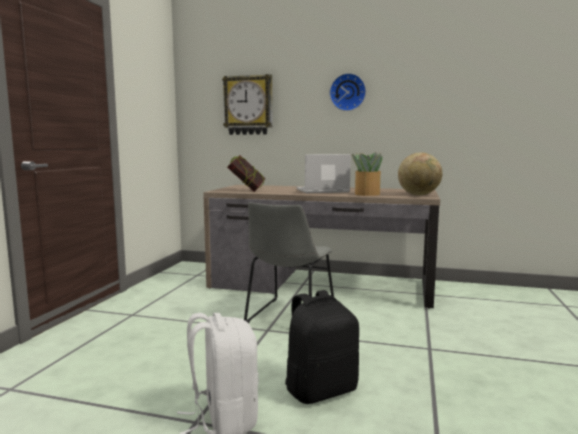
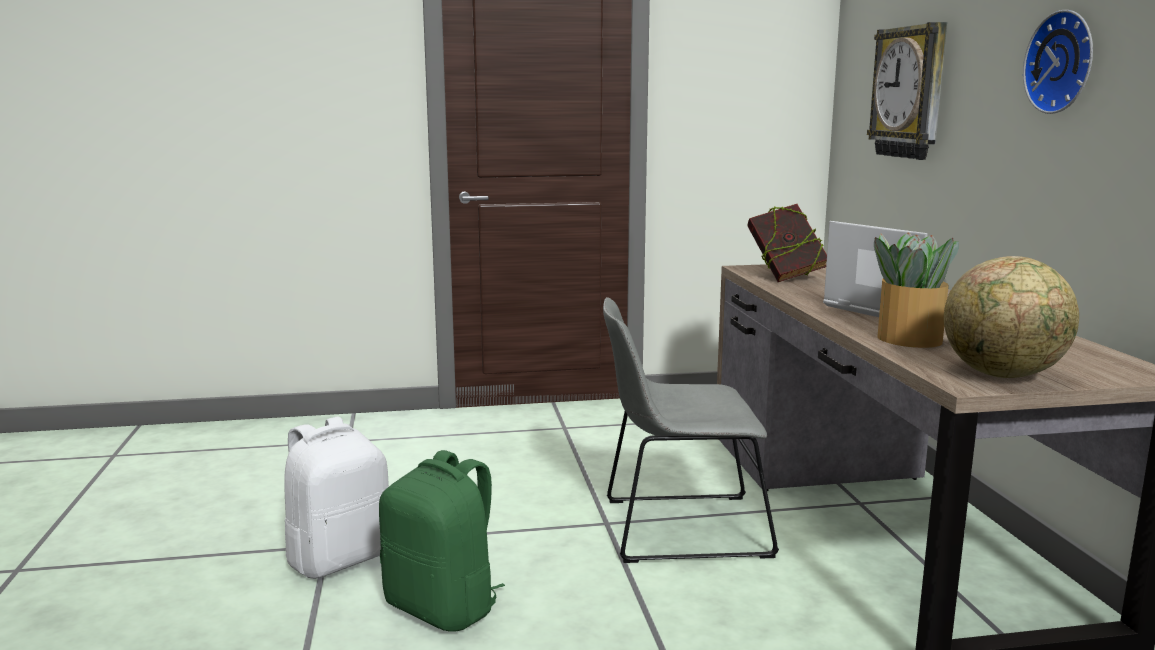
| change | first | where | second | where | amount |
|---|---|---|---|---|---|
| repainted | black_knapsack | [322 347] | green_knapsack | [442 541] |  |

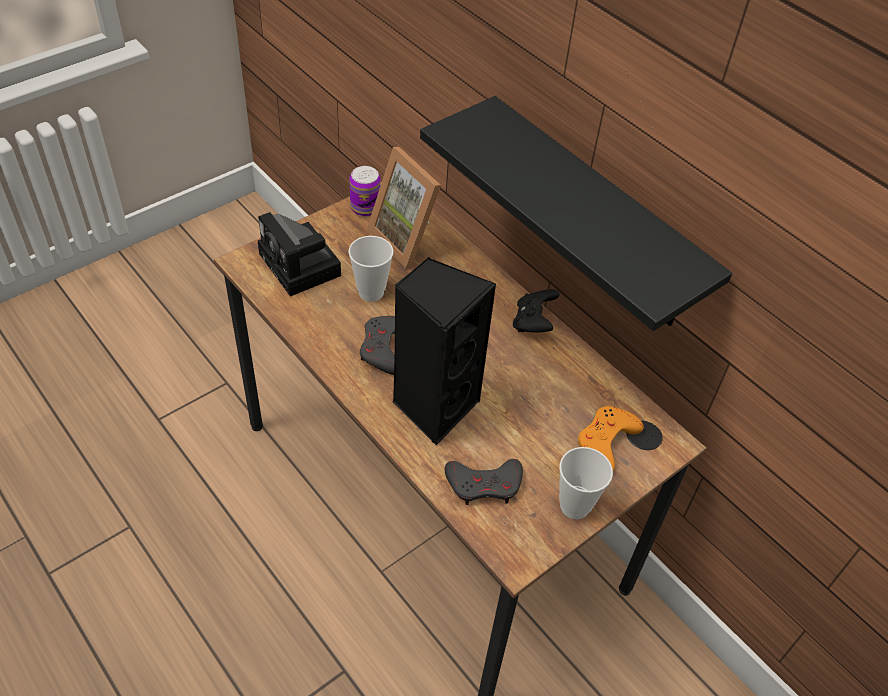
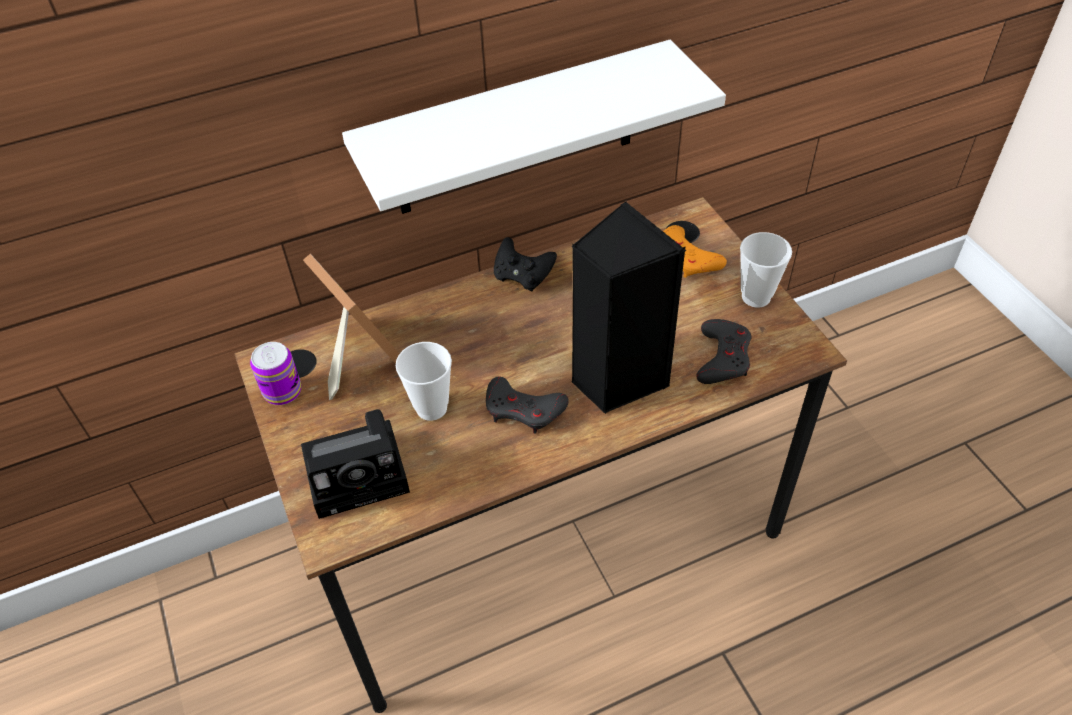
| change | first | where | second | where | amount |
|---|---|---|---|---|---|
| rotated | picture_frame | [404 208] |  | [351 327] | 105 degrees counterclockwise |
| repainted | black_shelf | [576 213] | white_shelf | [534 127] |  |

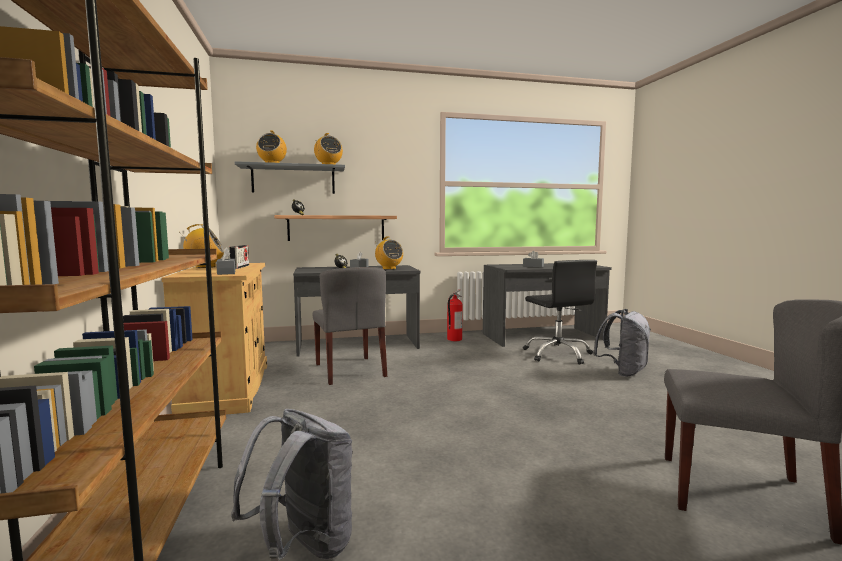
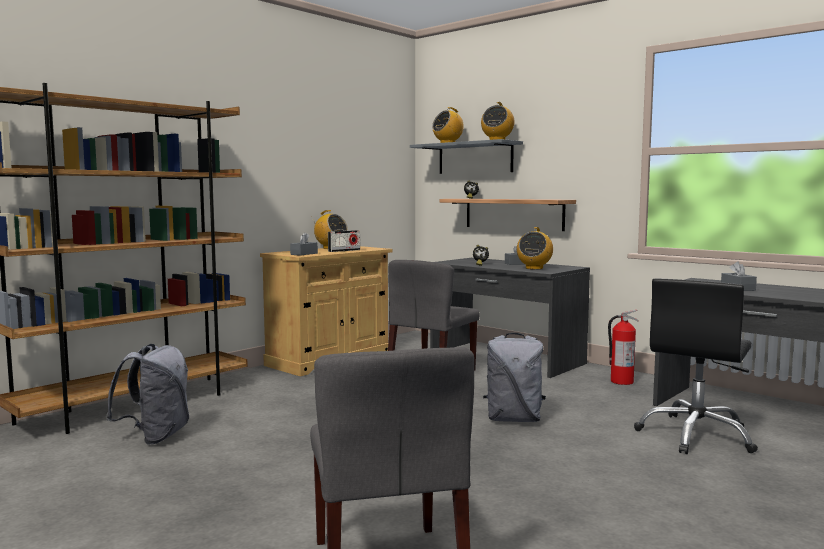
| change | first | where | second | where | amount |
|---|---|---|---|---|---|
| shifted | gray_knapsack | [622 343] |  | [514 377] |  |

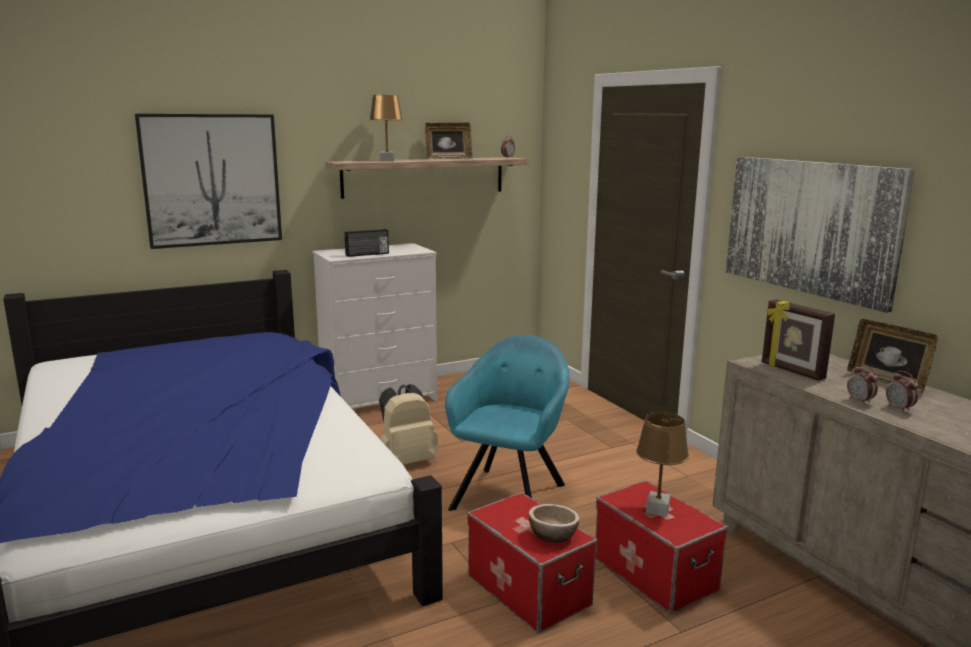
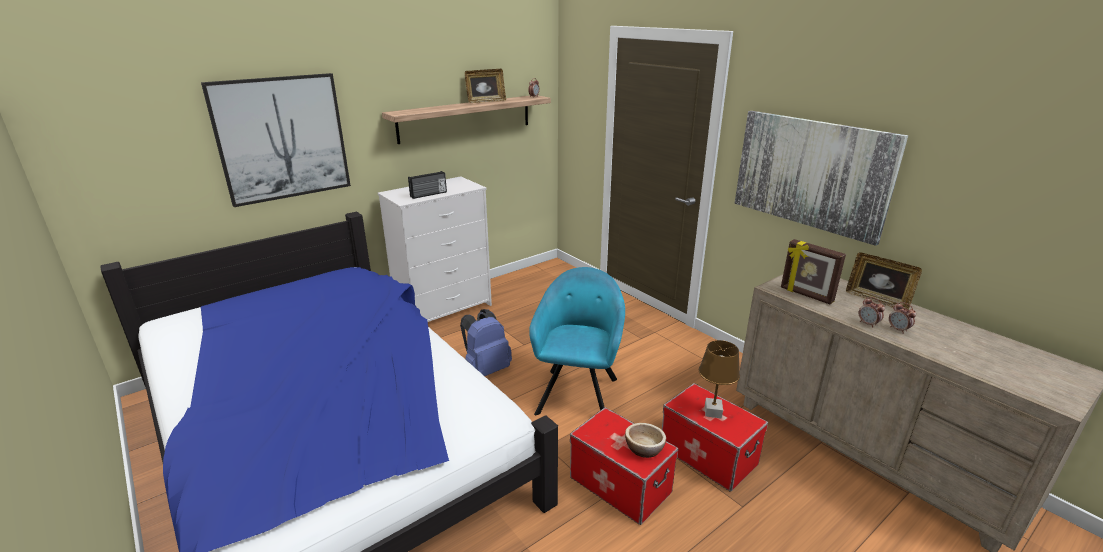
| change | first | where | second | where | amount |
|---|---|---|---|---|---|
| repainted | beige_knapsack | [408 424] | bluish_knapsack | [486 342] |  |
| gone | brown_table_lamp | [386 128] |  |  |  |

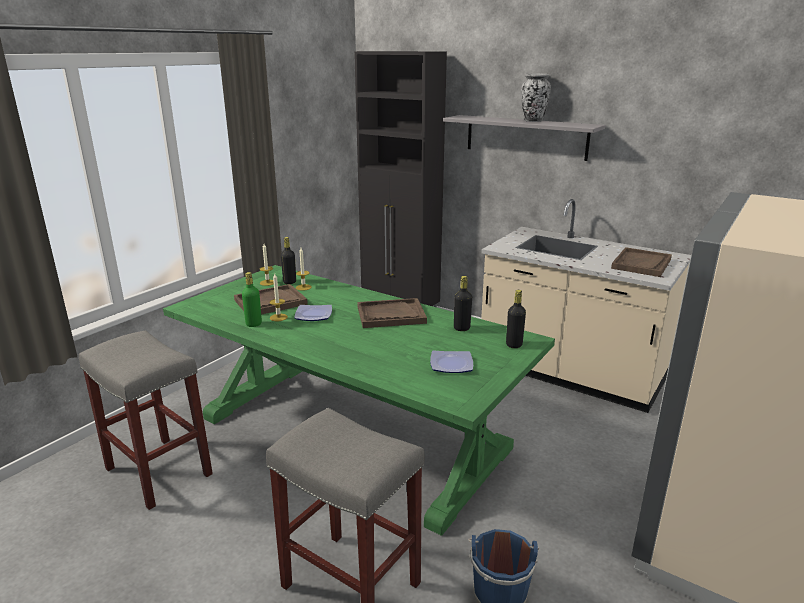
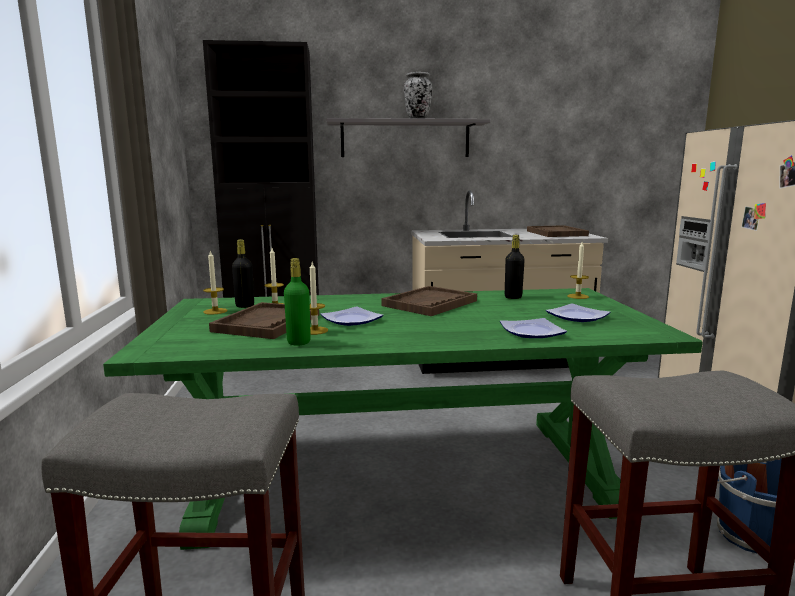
| change | first | where | second | where | amount |
|---|---|---|---|---|---|
| new |  |  | dinner_plate | [533 328] |  |
| swapped | black_bottle | [516 319] | candle | [578 270] |  |

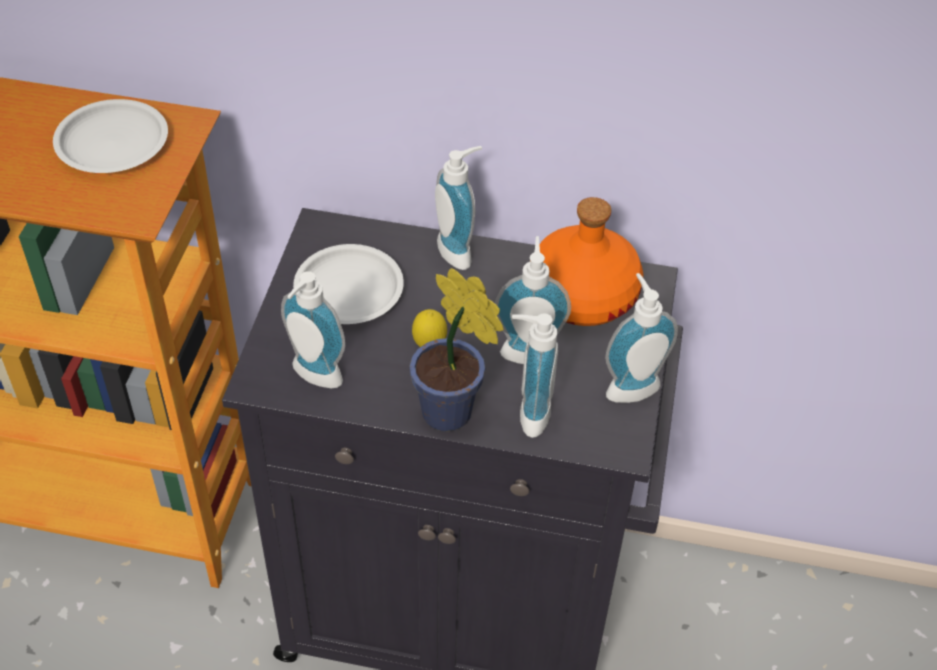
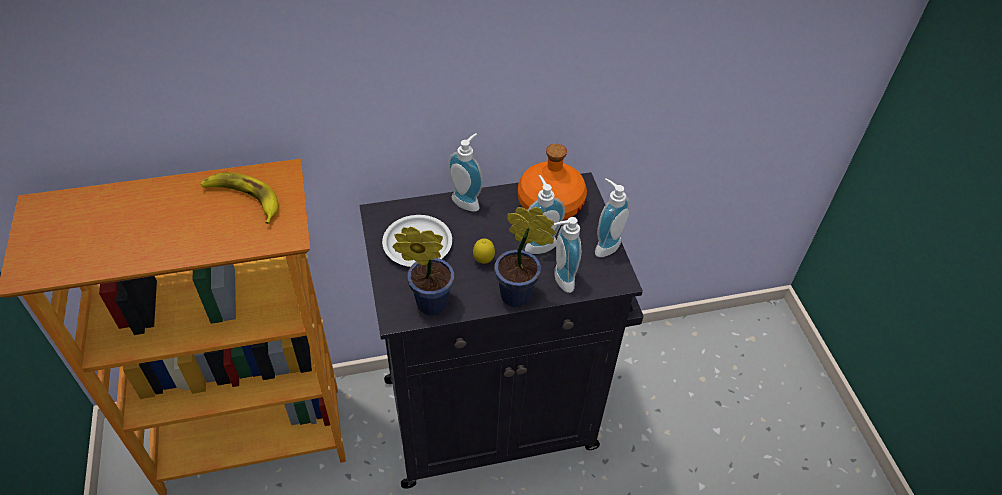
| change | first | where | second | where | amount |
|---|---|---|---|---|---|
| swapped | white_dinner_plate | [110 136] | banana_fruit | [240 198] |  |
| swapped | soap_dispenser | [313 330] | plant_in_a_pot | [423 271] |  |

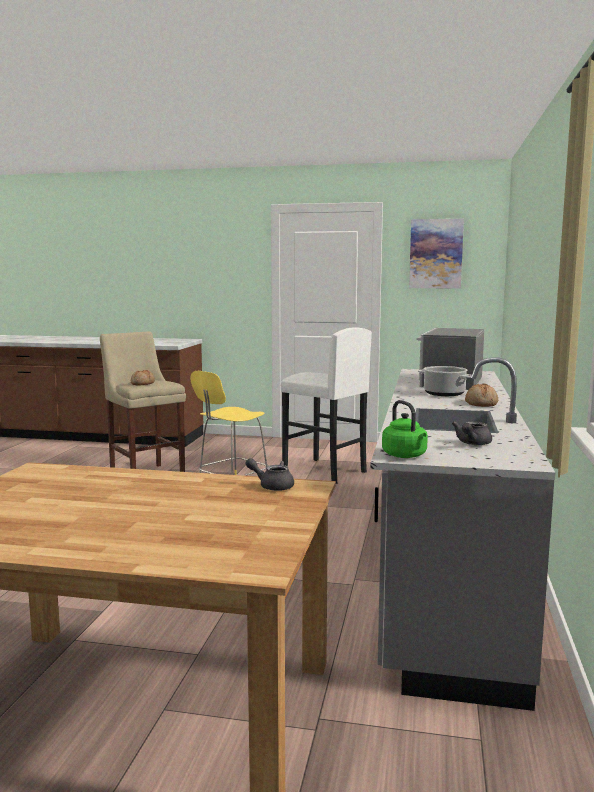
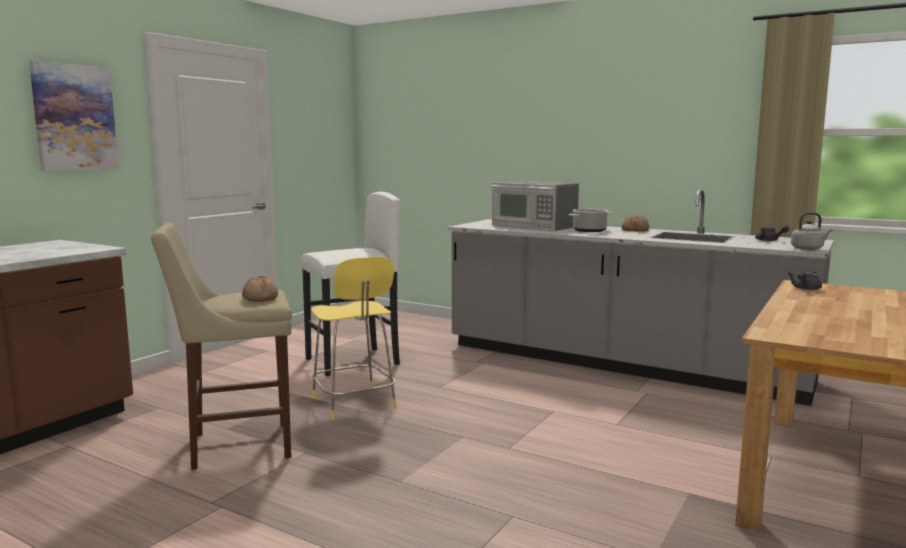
| change | first | where | second | where | amount |
|---|---|---|---|---|---|
| shifted | picture | [436 253] |  | [74 115] |  |
| repainted | green_water_kettle | [405 429] | gray_water_kettle | [811 231] |  |

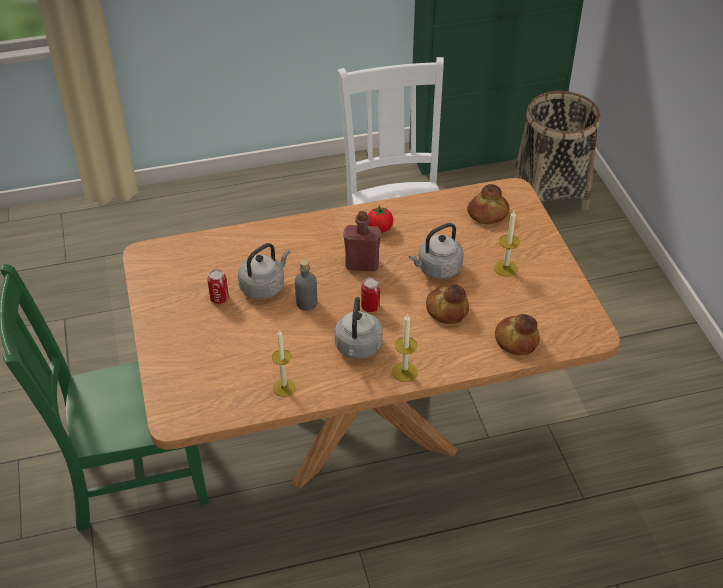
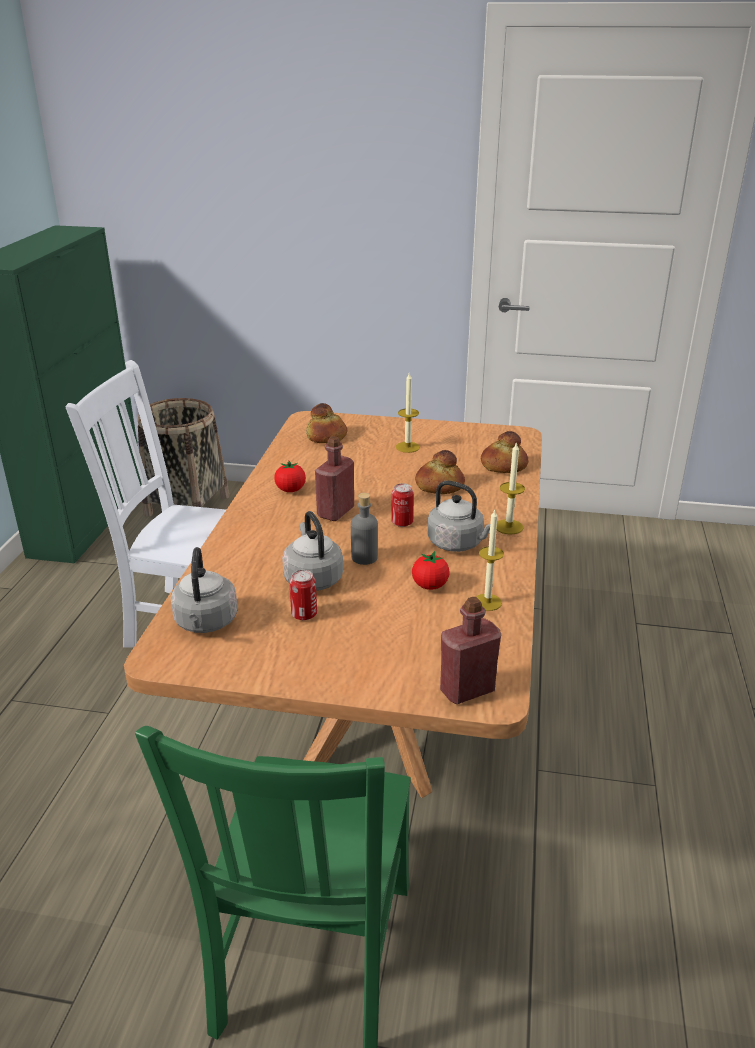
| change | first | where | second | where | amount |
|---|---|---|---|---|---|
| shifted | gray_water_kettle | [436 251] |  | [204 590] |  |
| new |  |  | whole_tomato | [431 570] |  |
| new |  |  | red-coloured_bottle | [470 650] |  |

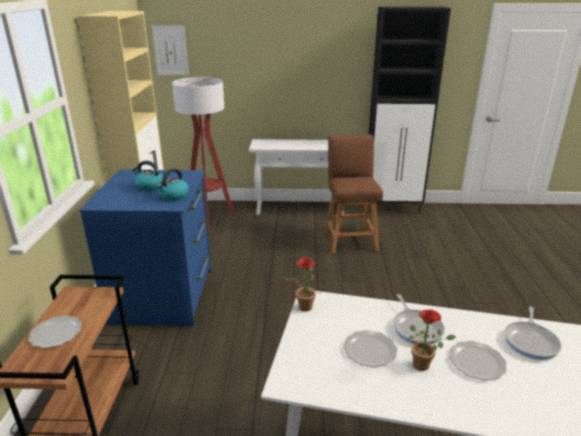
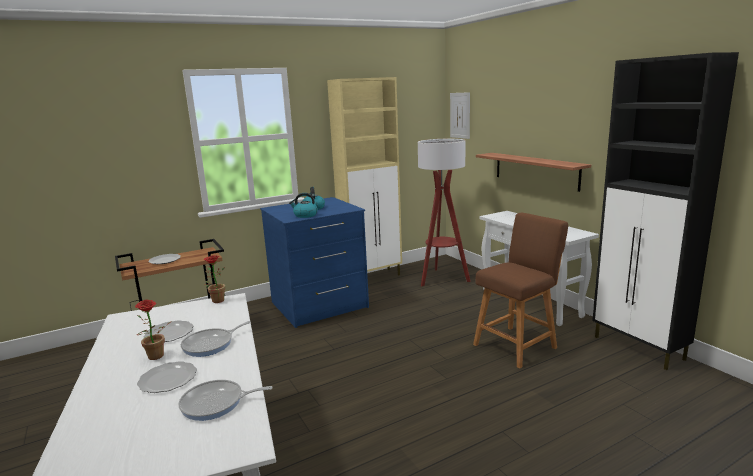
| change | first | where | second | where | amount |
|---|---|---|---|---|---|
| new |  |  | shelf | [533 172] |  |

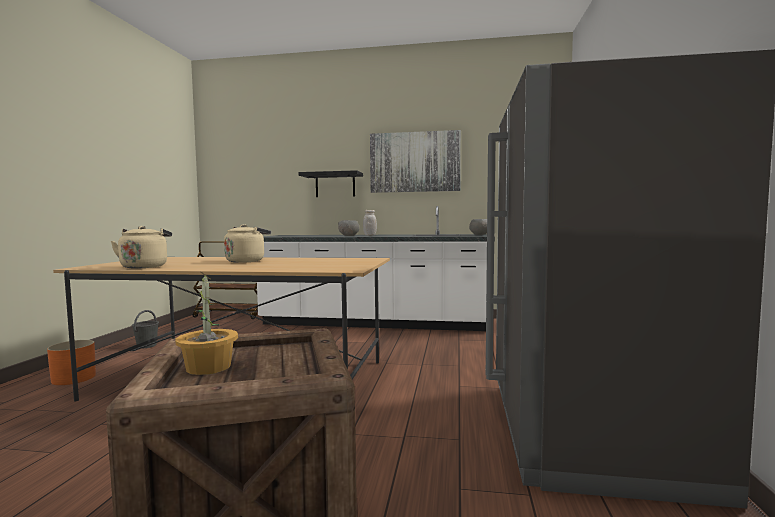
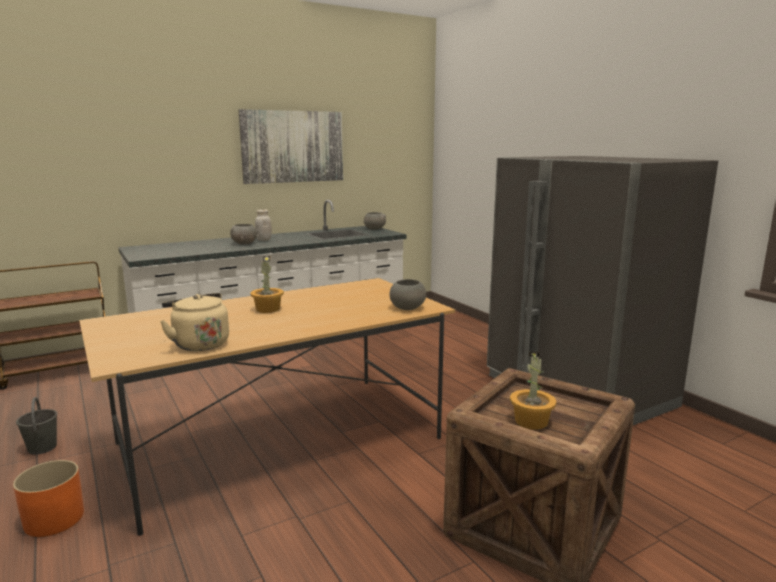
| change | first | where | second | where | amount |
|---|---|---|---|---|---|
| swapped | beige_water_kettle | [247 243] | plant_in_a_pot | [267 284] |  |
| new |  |  | gray_bowl | [408 294] |  |
| gone | black_shelf | [330 183] |  |  |  |

